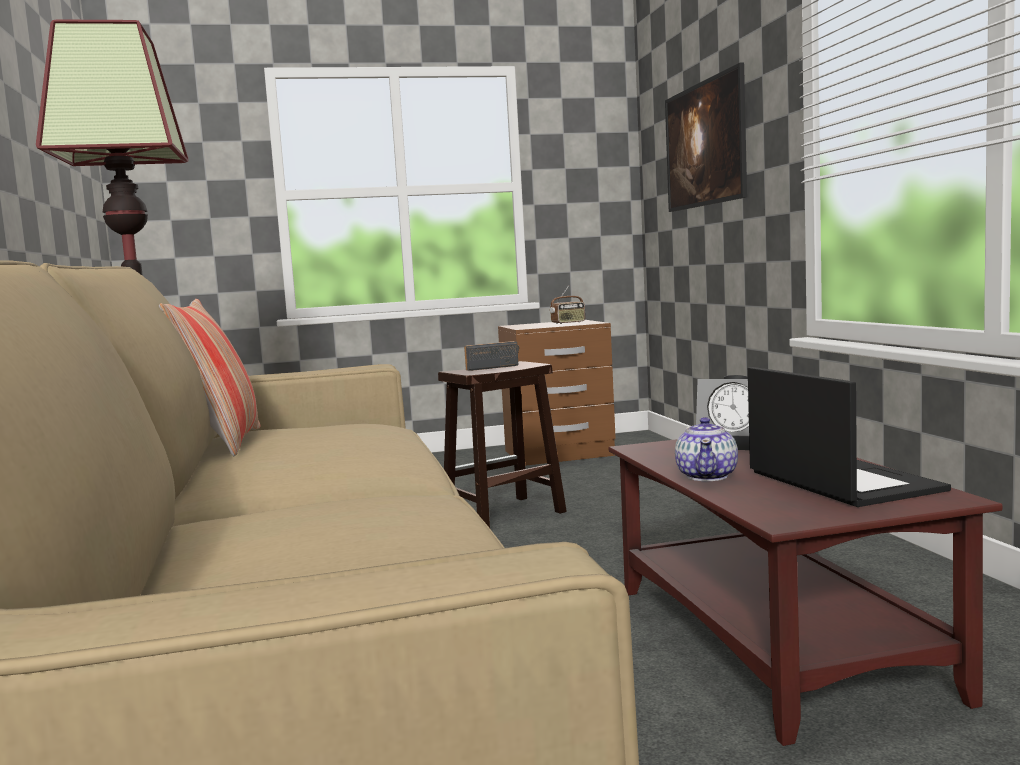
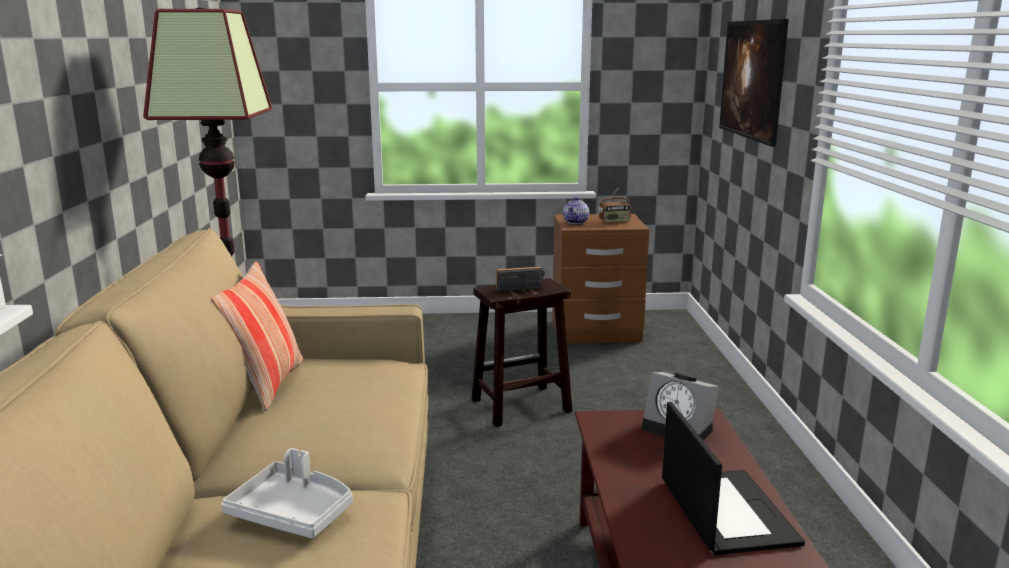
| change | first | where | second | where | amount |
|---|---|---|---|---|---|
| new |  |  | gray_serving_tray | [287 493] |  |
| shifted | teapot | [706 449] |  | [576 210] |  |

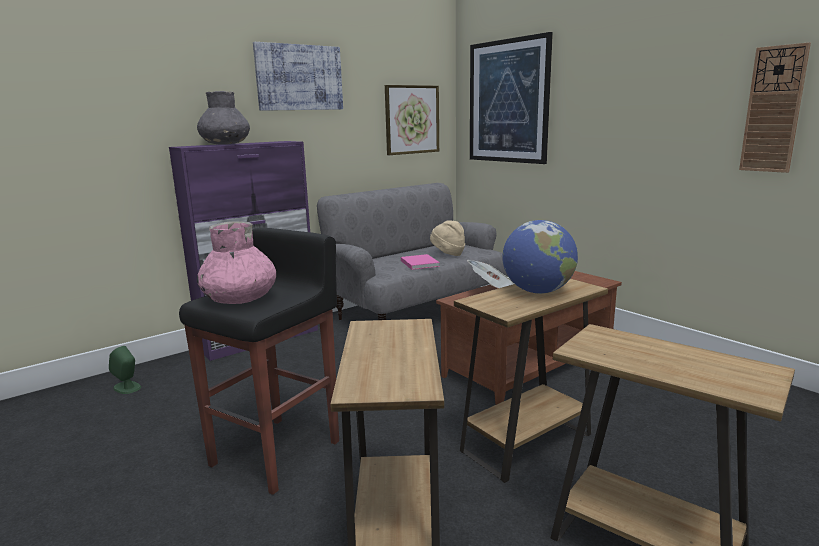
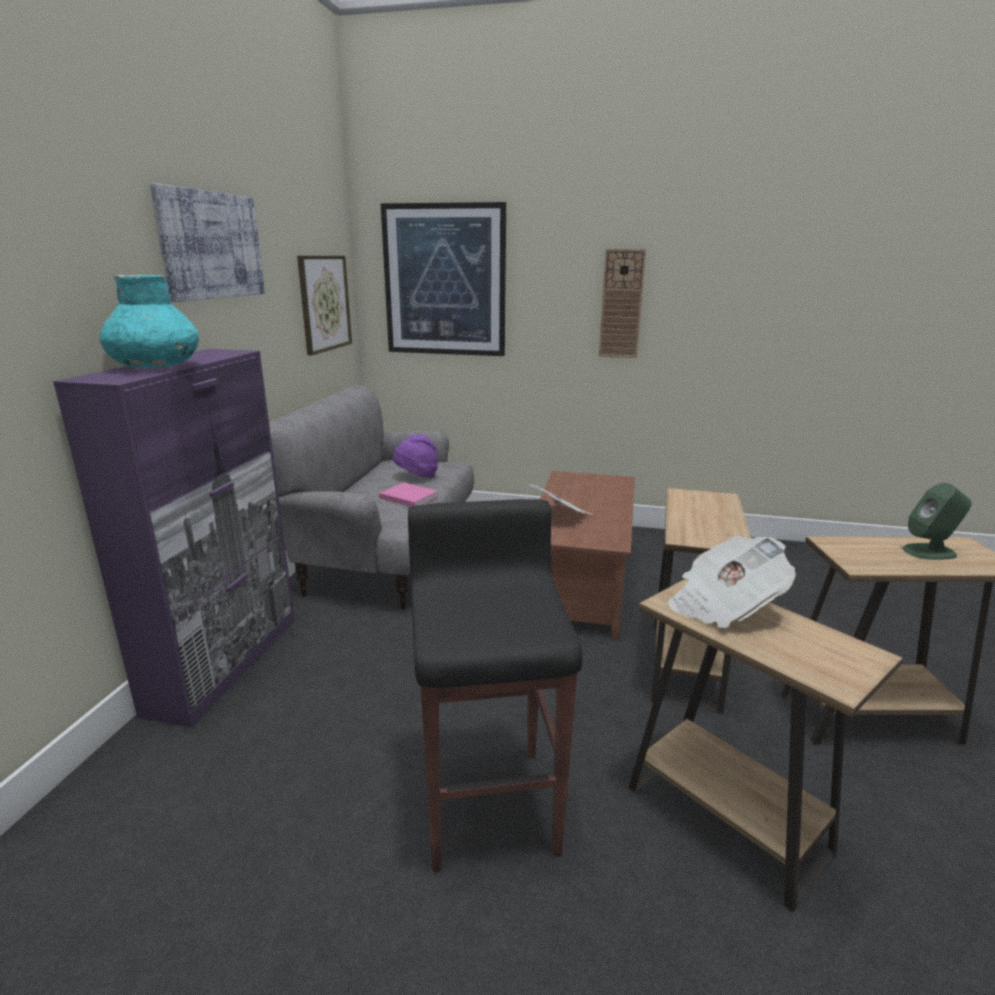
| change | first | where | second | where | amount |
|---|---|---|---|---|---|
| repainted | gray_vase | [223 118] | turquoise_vase | [149 321] |  |
| repainted | beige_hat | [447 238] | purplish_hat | [415 456] |  |
| shifted | hanging_clock | [775 107] |  | [622 303] |  |
| new |  |  | printed_paper | [732 582] |  |
| shifted | green_audio_speaker | [125 370] |  | [937 521] |  |
| gone | pinkish_vase | [236 262] |  |  |  |
| gone | desk_globe | [540 257] |  |  |  |

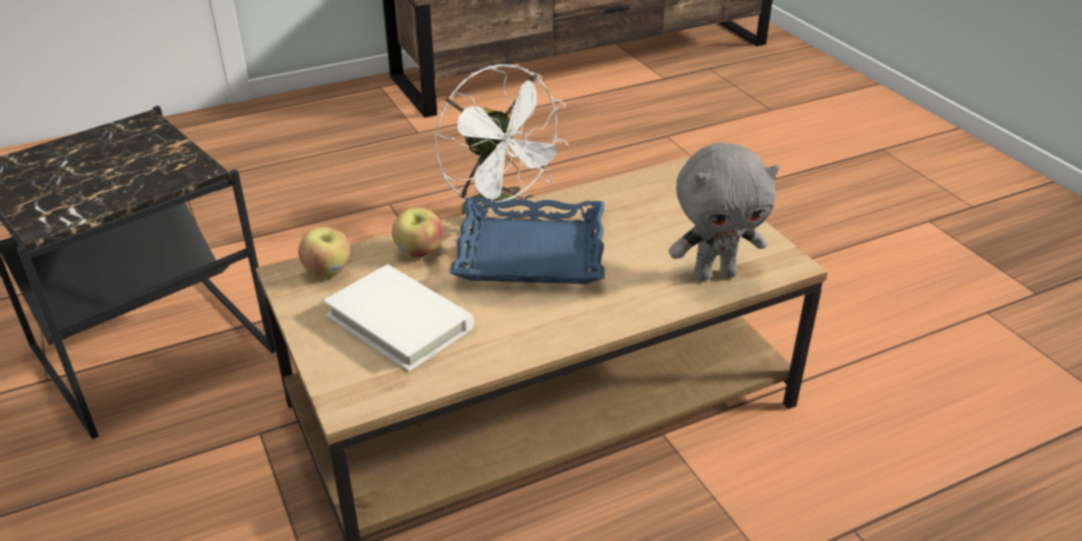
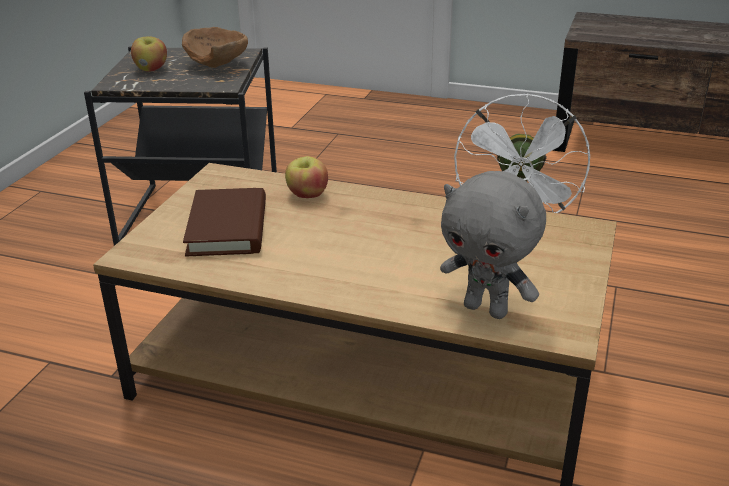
| change | first | where | second | where | amount |
|---|---|---|---|---|---|
| shifted | apple_fruit | [324 252] |  | [149 53] |  |
| new |  |  | brown_bowl | [215 47] |  |
| repainted | white_book | [399 317] | brown_book | [224 222] |  |
| gone | bluish_serving_tray | [527 240] |  |  |  |

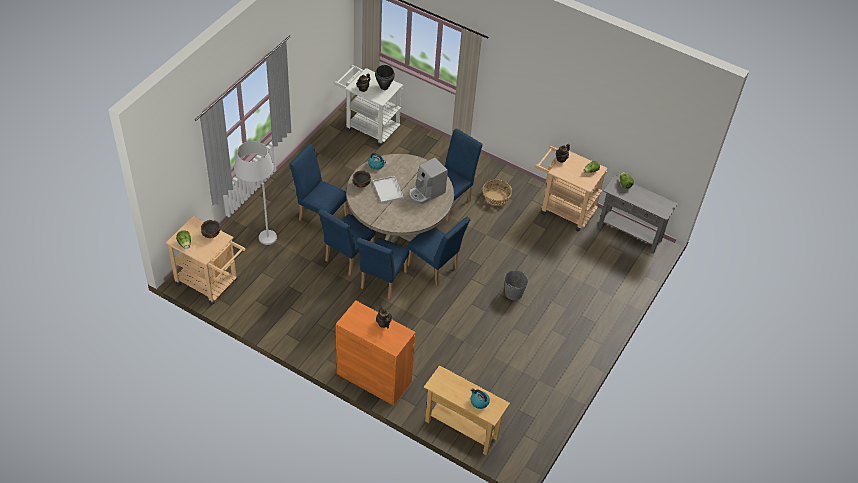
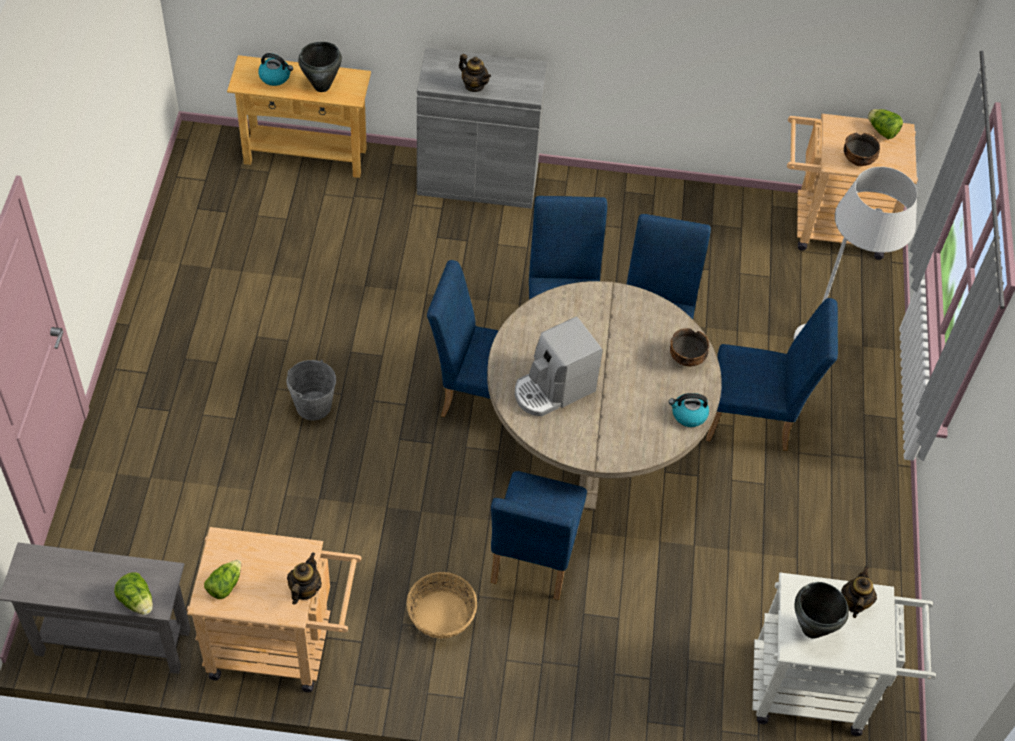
| change | first | where | second | where | amount |
|---|---|---|---|---|---|
| new |  |  | black_saucepot | [320 67] |  |
| repainted | orange-coloured_cabinet | [376 353] | gray_cabinet | [482 128] |  |
| rotated | coffee_machine | [428 181] |  | [559 366] | 150 degrees counterclockwise |
| gone | white_serving_tray | [388 189] |  |  |  |

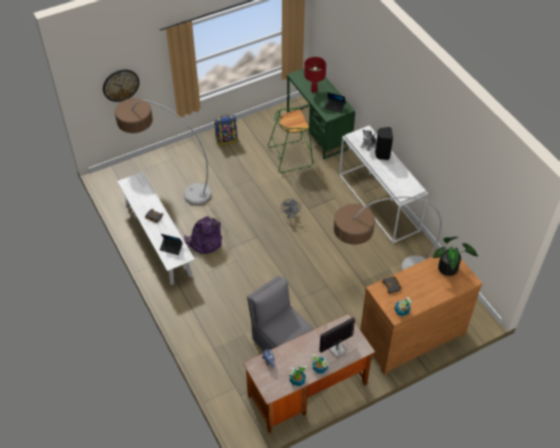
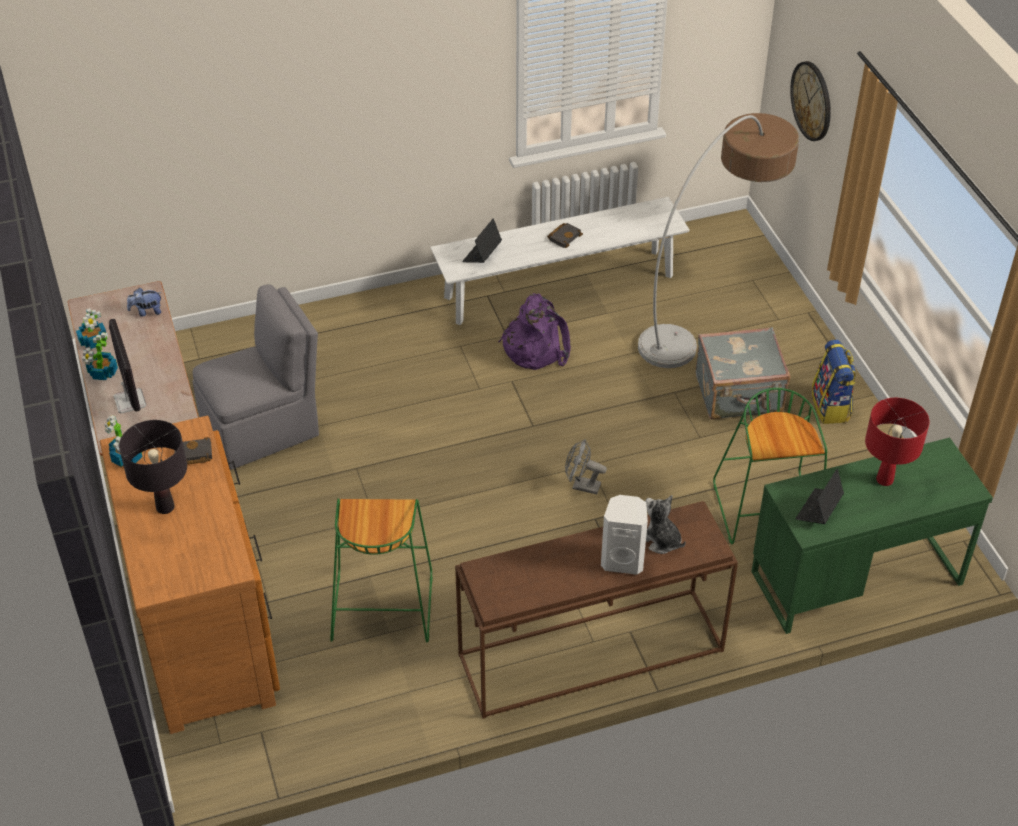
| change | first | where | second | where | amount |
|---|---|---|---|---|---|
| new |  |  | black_table_lamp | [153 467] |  |
| swapped | floor_lamp | [388 233] | green_stool_seat | [381 570] |  |
| repainted | white_console_table | [383 184] | brown_console_table | [596 610] |  |
| repainted | black_audio_speaker | [384 143] | white_audio_speaker | [624 535] |  |
| new |  |  | gray_travel_case | [743 373] |  |
| gone | plant_in_a_pot | [455 256] |  |  |  |

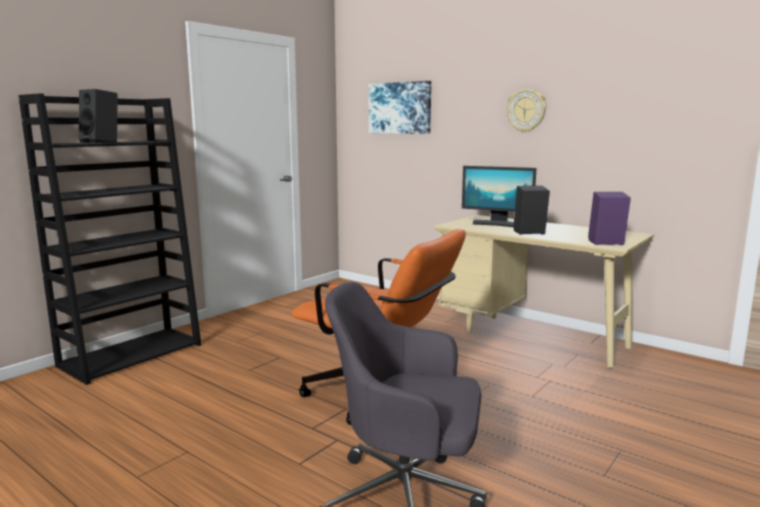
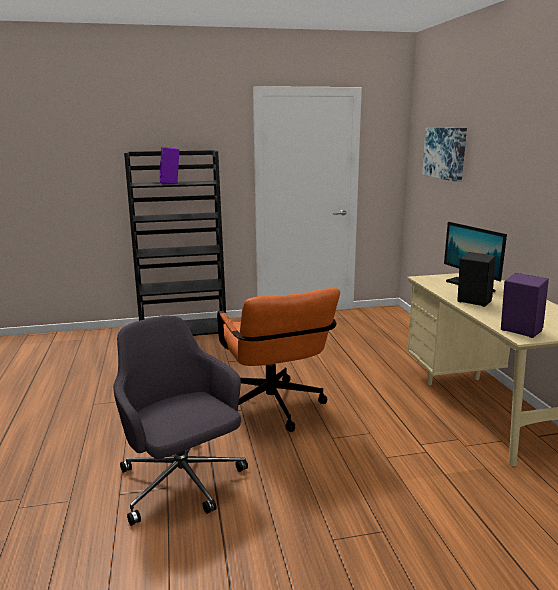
| change | first | where | second | where | amount |
|---|---|---|---|---|---|
| repainted | black_audio_speaker | [98 116] | purplish_audio_speaker | [169 165] |  |
| gone | hanging_clock | [526 111] |  |  |  |

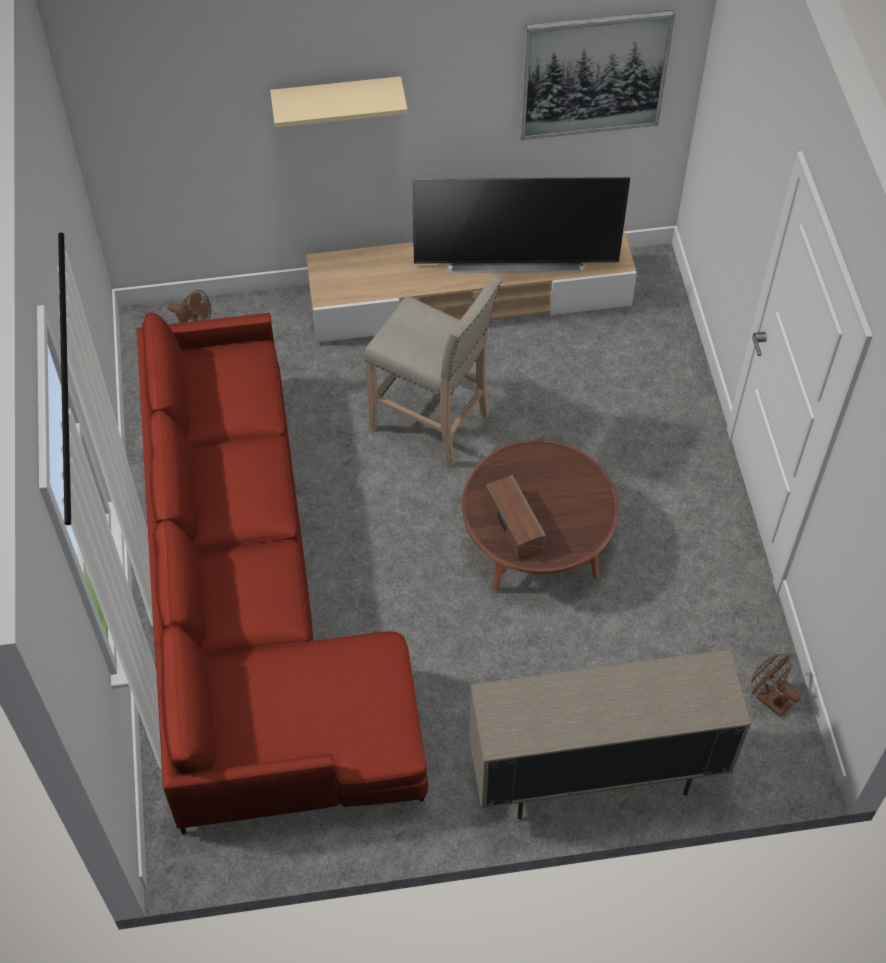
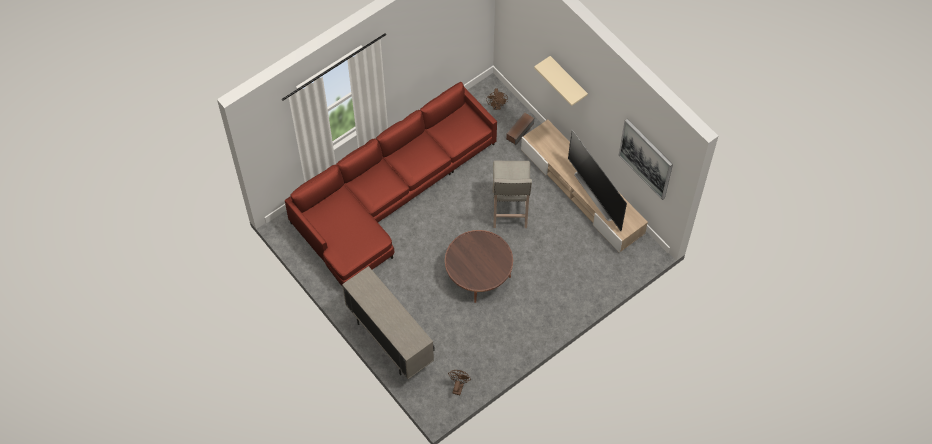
| change | first | where | second | where | amount |
|---|---|---|---|---|---|
| shifted | audio_speaker | [516 517] |  | [520 129] |  |

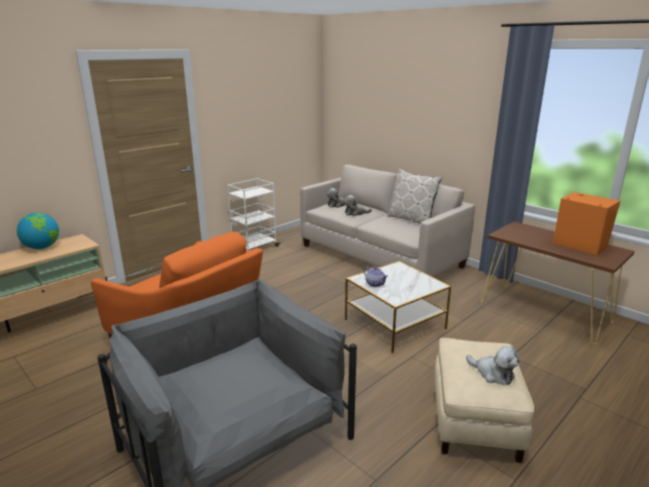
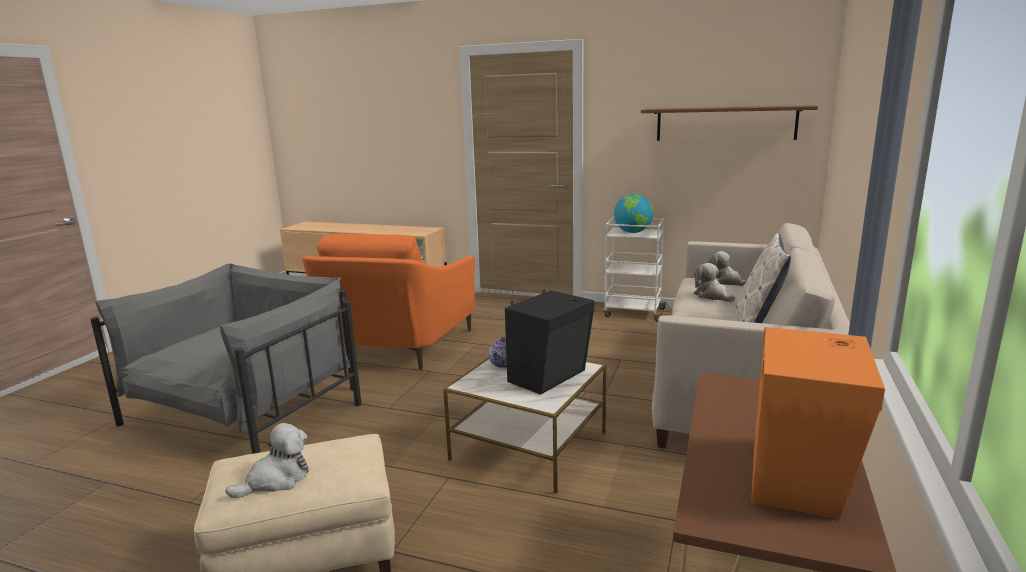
| change | first | where | second | where | amount |
|---|---|---|---|---|---|
| rotated | cuddly_toy | [492 365] |  | [267 460] | 150 degrees counterclockwise |
| new |  |  | black_audio_speaker | [549 342] |  |
| shifted | desk_globe | [38 231] |  | [633 213] |  |
| new |  |  | brown_shelf | [729 123] |  |

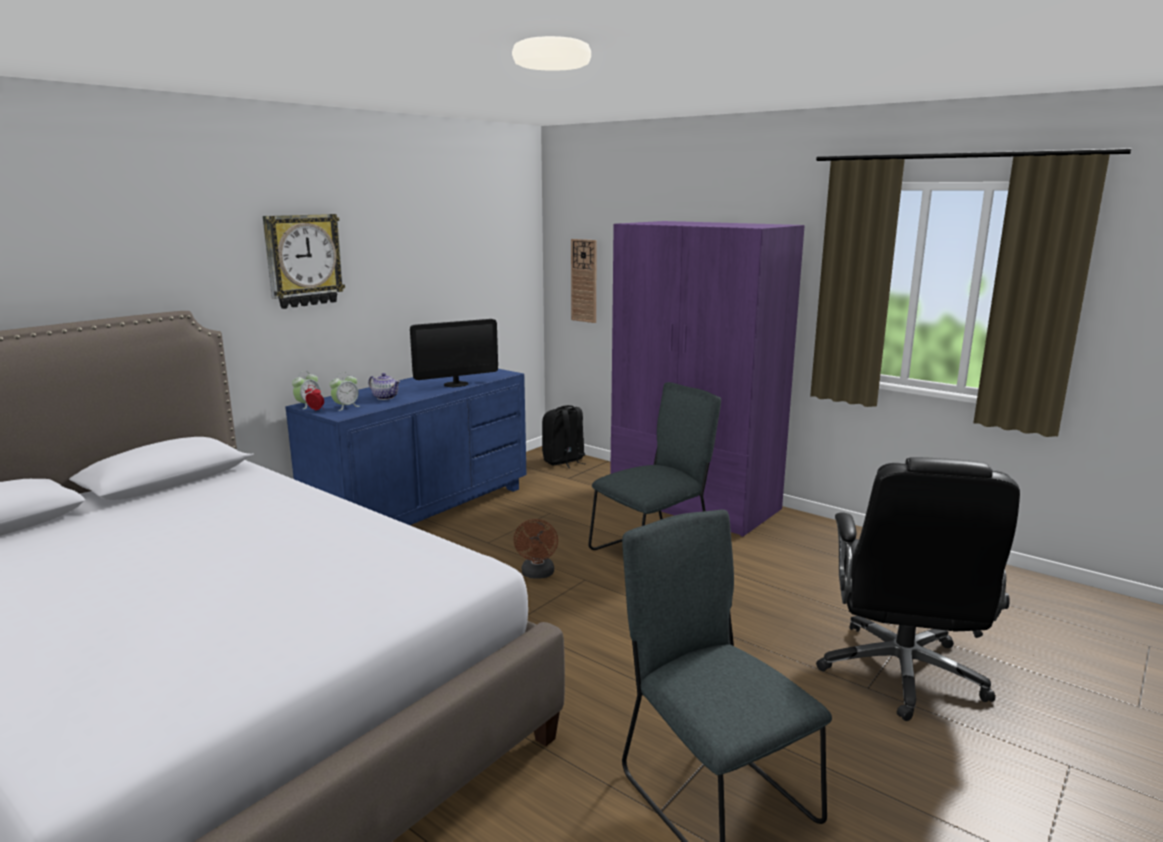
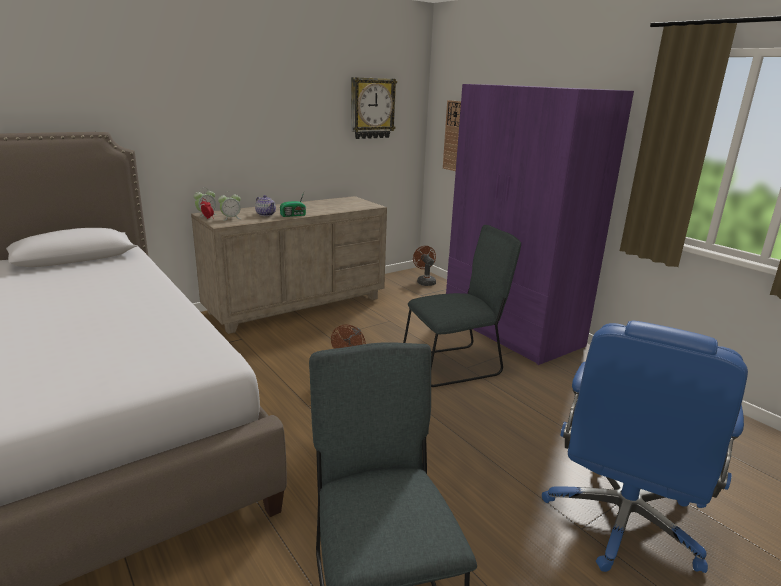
| change | first | where | second | where | amount |
|---|---|---|---|---|---|
| repainted | bluish_dresser | [406 447] | beige_dresser | [289 265] |  |
| new |  |  | radio_set | [293 203] |  |
| shifted | hanging_clock | [304 261] |  | [374 108] |  |
| swapped | black_knapsack | [563 436] | brown_fan | [424 266] |  |
| repainted | black_computer_chair | [918 589] | bluish_computer_chair | [645 447] |  |
| gone | computer_display | [454 353] |  |  |  |

